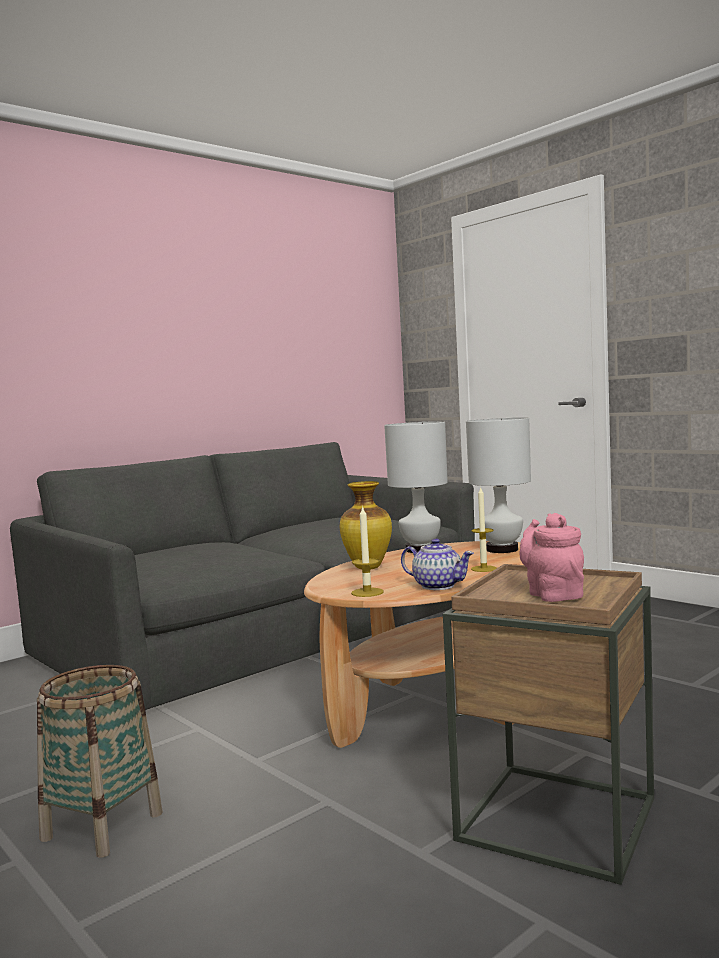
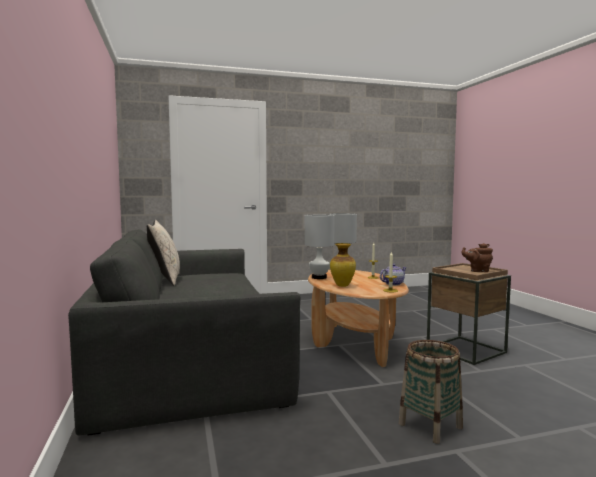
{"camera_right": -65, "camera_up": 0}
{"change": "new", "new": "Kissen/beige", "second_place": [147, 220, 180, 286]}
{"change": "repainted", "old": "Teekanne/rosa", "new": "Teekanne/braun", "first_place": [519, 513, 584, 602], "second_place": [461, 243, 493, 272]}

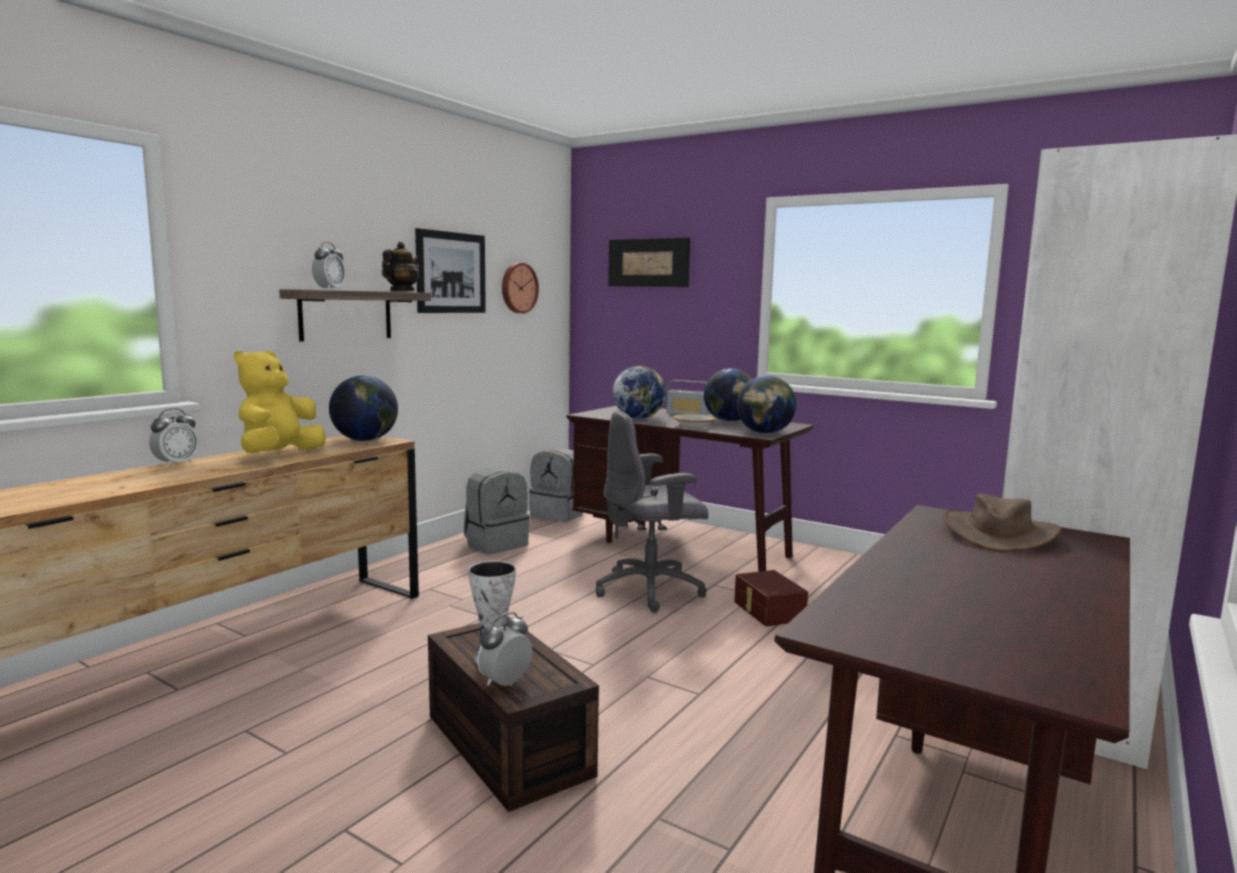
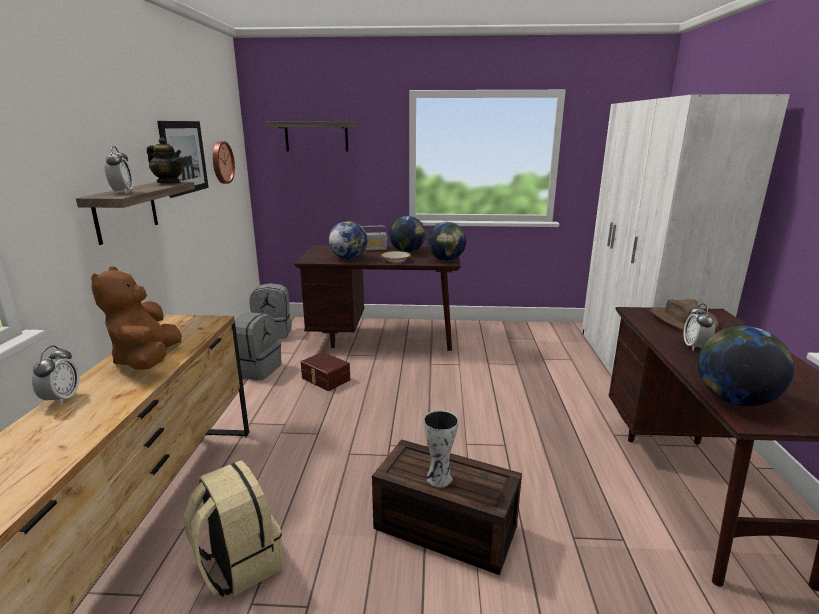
{"camera_right": -30, "camera_up": 10}
{"change": "repainted", "old": "Plüschtier/gelb", "new": "Plüschtier/braun", "first_place": [234, 350, 326, 453], "second_place": [91, 266, 182, 370]}
{"change": "rotated", "old": "Teekanne", "first_place": [382, 242, 420, 292], "second_place": [147, 137, 183, 183], "degrees": 120}
{"change": "new", "new": "Rucksack/beige", "second_place": [184, 460, 282, 597]}
{"change": "swapped", "old": "Bild", "new": "Wandregal", "first_place": [608, 238, 690, 287], "second_place": [266, 122, 358, 152]}
{"change": "shifted", "old": "Aufbewahrungsbox/braun", "first_place": [734, 570, 808, 626], "second_place": [301, 352, 350, 391]}
{"change": "shifted", "old": "Wecker", "first_place": [477, 612, 532, 686], "second_place": [684, 303, 715, 351]}
{"change": "shifted", "old": "Globus", "first_place": [329, 376, 398, 441], "second_place": [698, 326, 794, 406]}
{"change": "gone", "old": "Bürostuhl/grau", "first_place": [596, 410, 708, 613]}

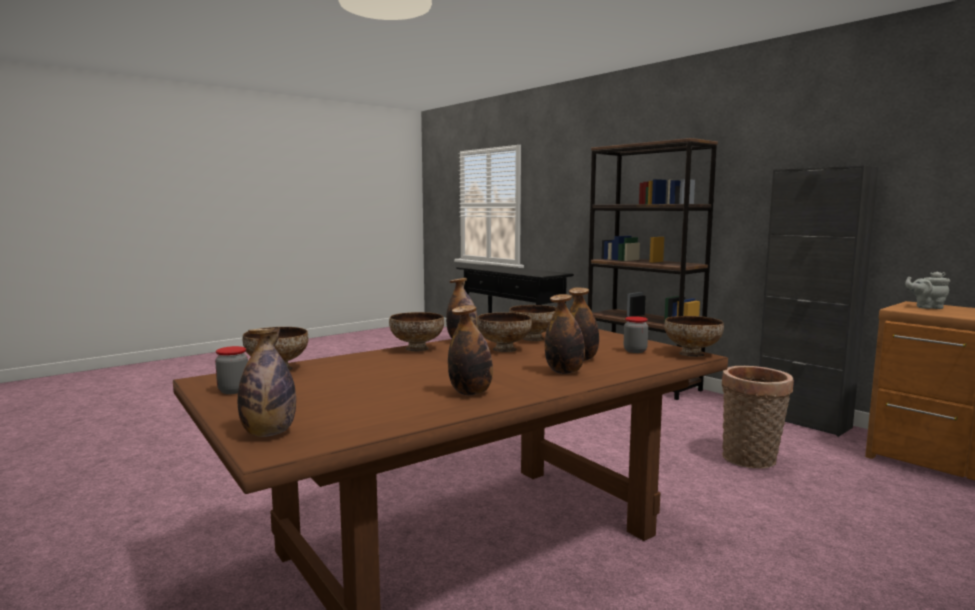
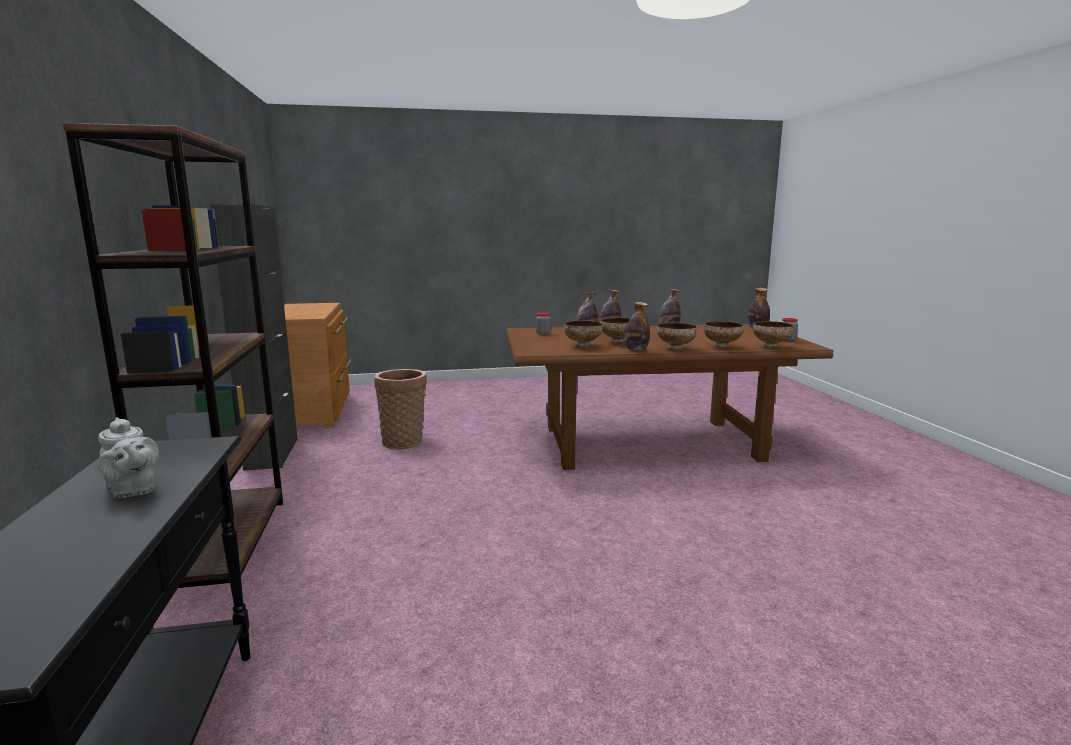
{"camera_right": -150, "camera_up": 5}
{"change": "shifted", "old": "Teekanne/grau", "first_place": [905, 272, 950, 309], "second_place": [98, 417, 159, 498]}
{"change": "shifted", "old": "Schüssel", "first_place": [664, 316, 724, 357], "second_place": [703, 321, 744, 349]}

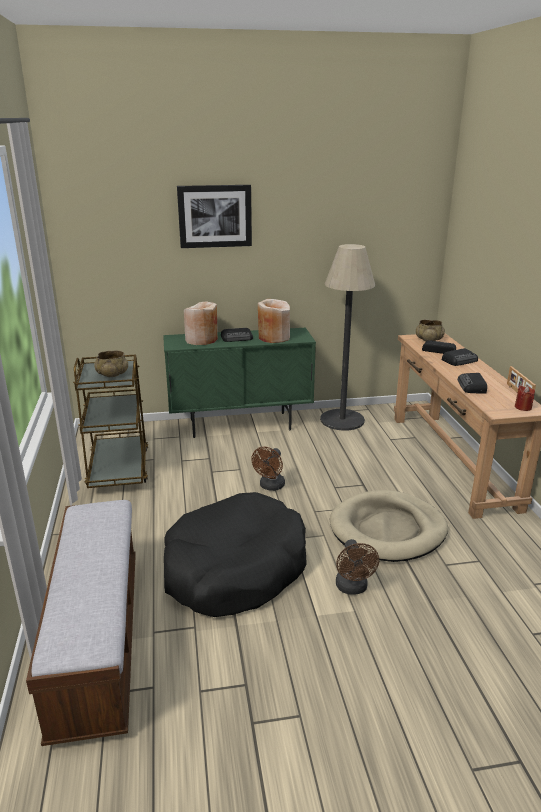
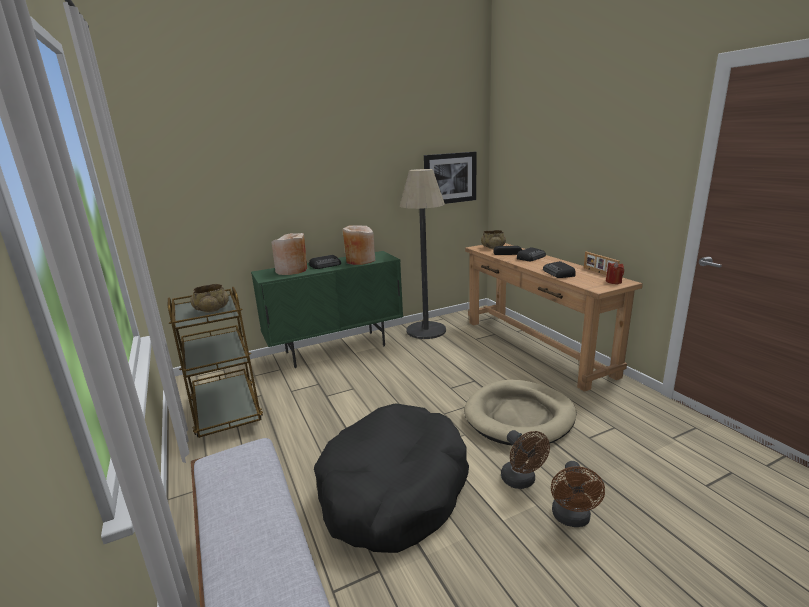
{"camera_right": -15, "camera_up": -5}
{"change": "shifted", "old": "Bild", "first_place": [177, 185, 252, 248], "second_place": [424, 152, 477, 204]}
{"change": "shifted", "old": "Ventilator/braun", "first_place": [251, 447, 285, 491], "second_place": [551, 461, 605, 527]}

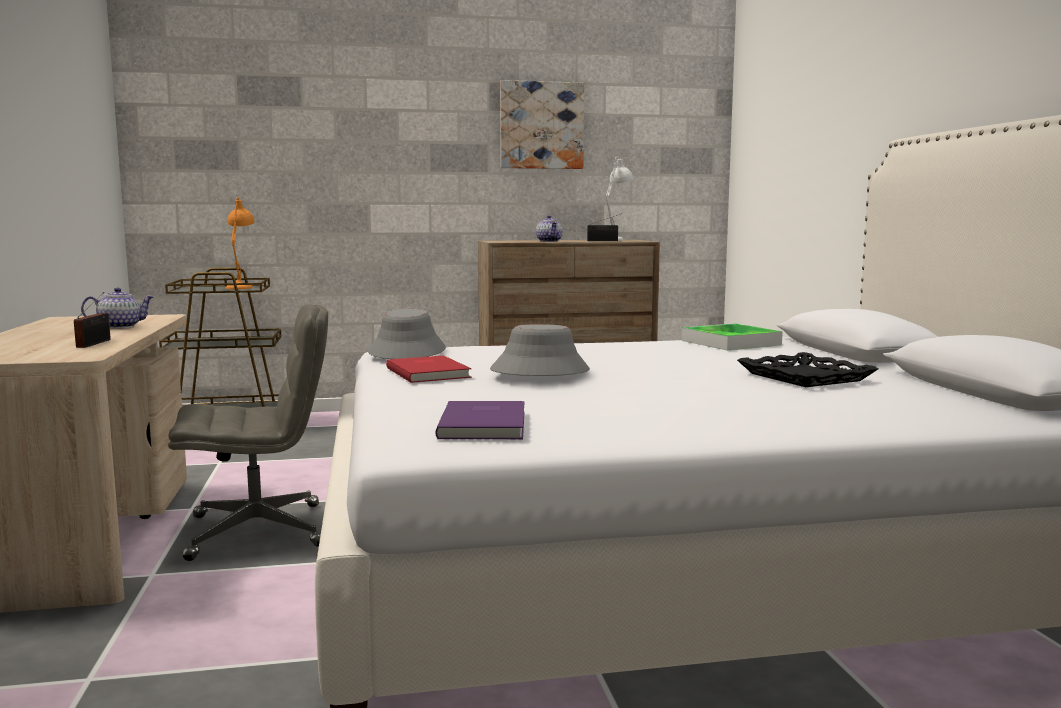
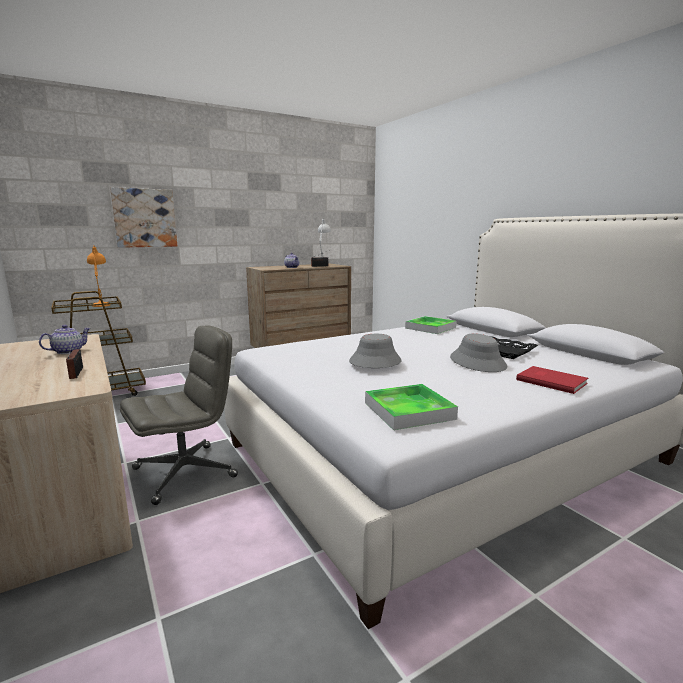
{"camera_right": -20, "camera_up": 5}
{"change": "shifted", "old": "Bild", "first_place": [500, 80, 584, 169], "second_place": [110, 187, 177, 248]}
{"change": "swapped", "old": "Buch/lila", "new": "Tablett", "first_place": [435, 401, 525, 439], "second_place": [365, 384, 458, 430]}
{"change": "shifted", "old": "Hut/grau", "first_place": [368, 309, 446, 359], "second_place": [450, 333, 507, 372]}
{"change": "shifted", "old": "Buch/rot", "first_place": [386, 355, 471, 383], "second_place": [516, 366, 588, 394]}

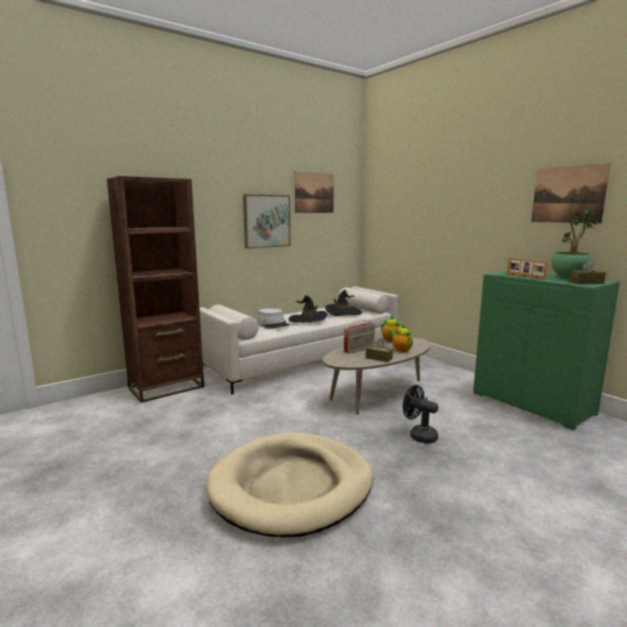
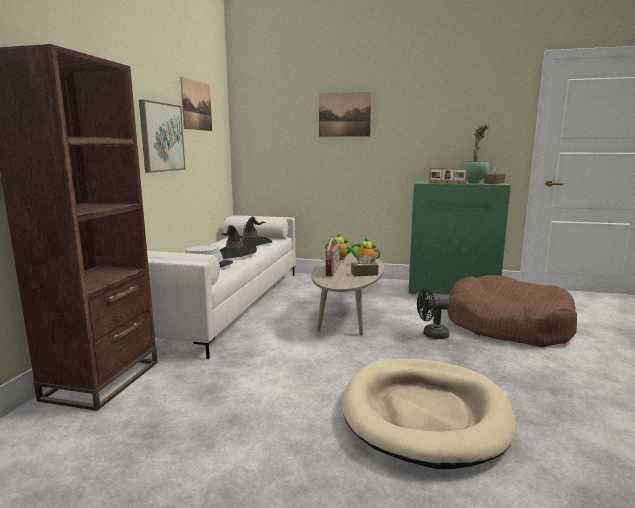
{"camera_right": -40, "camera_up": 0}
{"change": "shifted", "old": "Bild", "first_place": [531, 163, 611, 223], "second_place": [319, 92, 371, 137]}
{"change": "new", "new": "Hundebett/braun", "second_place": [447, 275, 577, 347]}

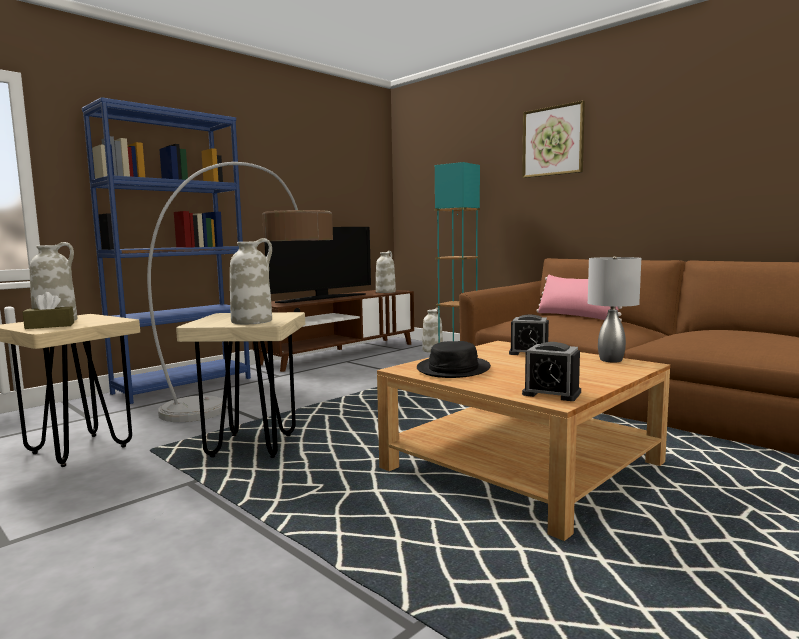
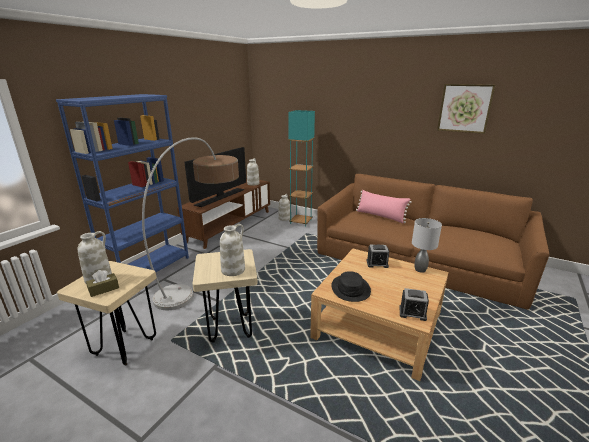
{"camera_right": -15, "camera_up": 15}
{"change": "shifted", "old": "Bild", "first_place": [522, 101, 585, 178], "second_place": [437, 84, 495, 134]}

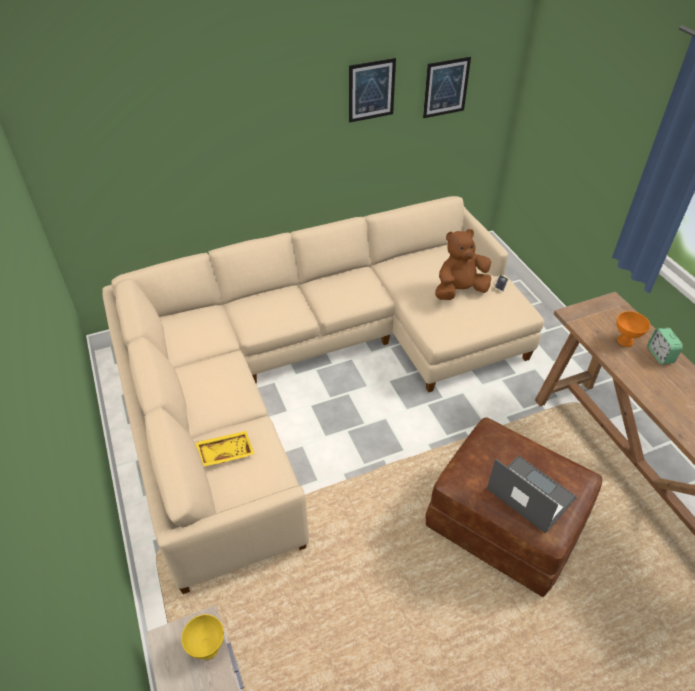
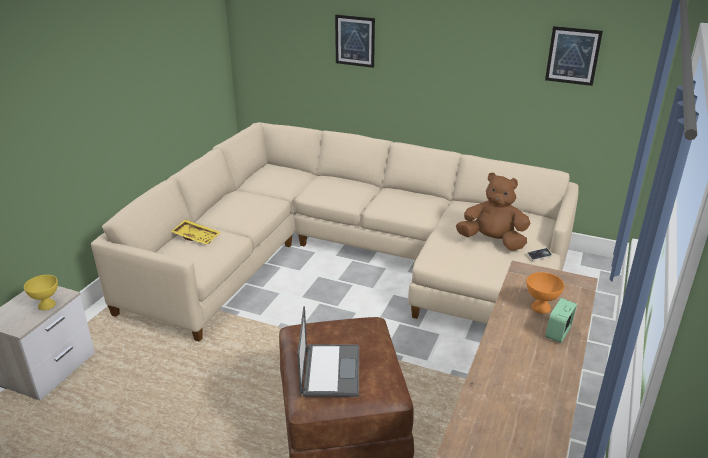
{"camera_right": 45, "camera_up": -15}
{"change": "shifted", "old": "Bild", "first_place": [349, 58, 396, 123], "second_place": [335, 15, 375, 68]}

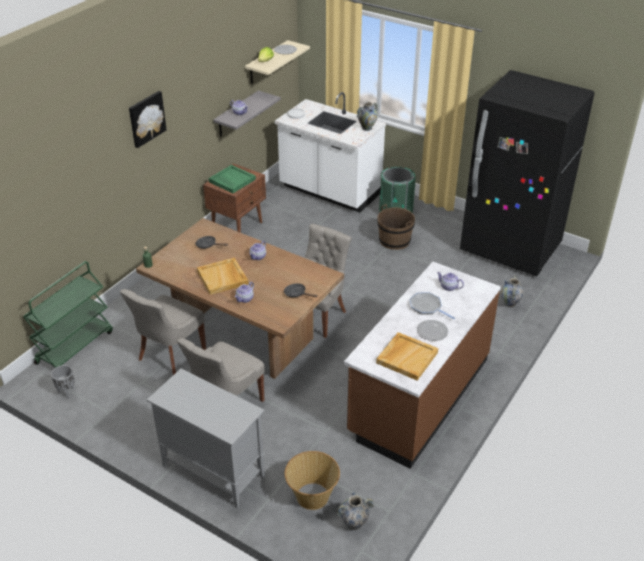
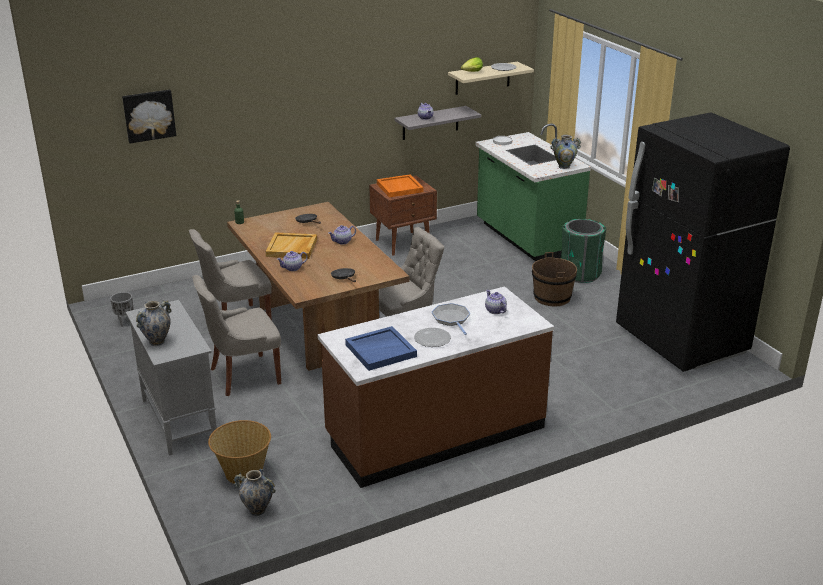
{"camera_right": 30, "camera_up": -10}
{"change": "shifted", "old": "Bild", "first_place": [129, 91, 167, 148], "second_place": [122, 90, 176, 143]}
{"change": "shifted", "old": "Vase", "first_place": [501, 275, 524, 308], "second_place": [136, 300, 172, 346]}
{"change": "repainted", "old": "Tablett/beige", "new": "Tablett/blau", "first_place": [376, 332, 438, 381], "second_place": [345, 326, 417, 371]}
{"change": "repainted", "old": "Tablett/grün", "new": "Tablett/orange", "first_place": [209, 165, 256, 193], "second_place": [377, 174, 424, 197]}
{"change": "repainted", "old": "Küchenzeile/weiß", "new": "Küchenzeile/grün", "first_place": [275, 92, 386, 213], "second_place": [475, 123, 591, 261]}
{"change": "gone", "old": "Rollwagen/grün", "first_place": [23, 261, 113, 368]}

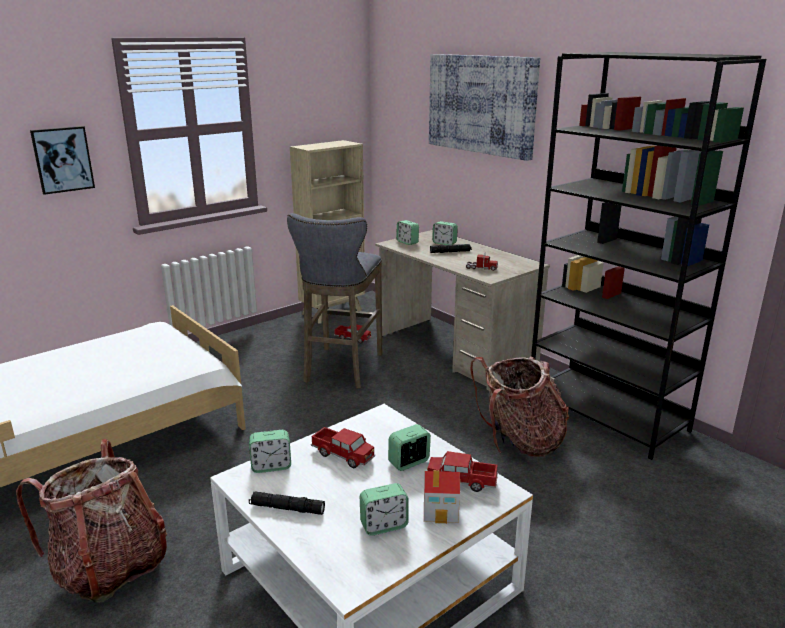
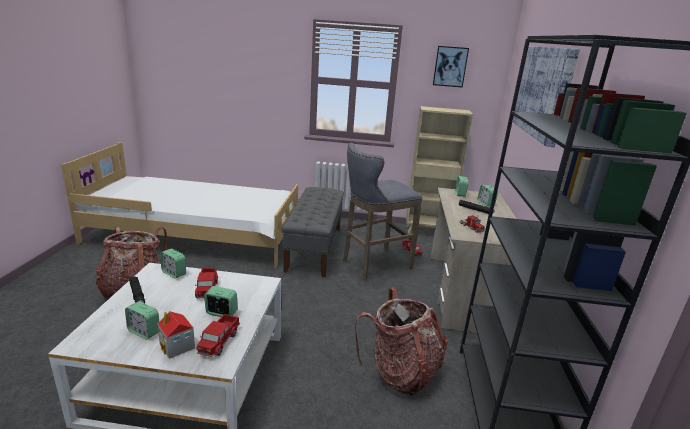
{"camera_right": 45, "camera_up": 0}
{"change": "rotated", "old": "Spielzeuglaster", "first_place": [427, 451, 498, 492], "second_place": [196, 314, 240, 357], "degrees": -135}
{"change": "new", "new": "Bank/grau", "second_place": [282, 187, 344, 277]}
{"change": "shifted", "old": "Bild", "first_place": [30, 126, 95, 195], "second_place": [433, 46, 469, 88]}

